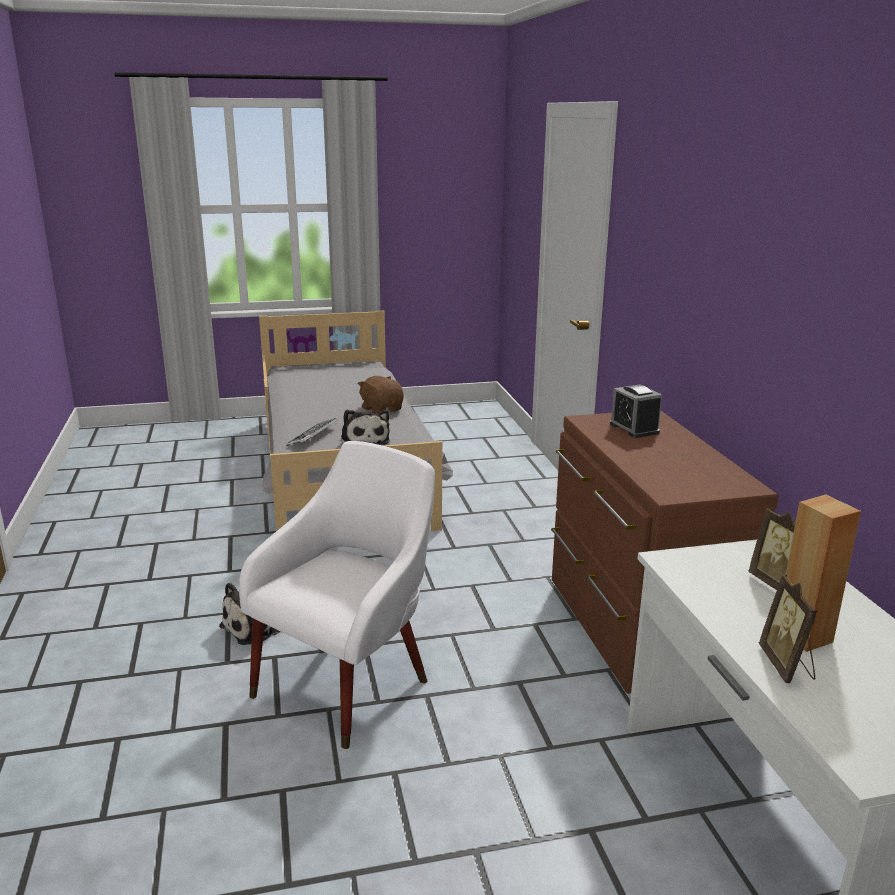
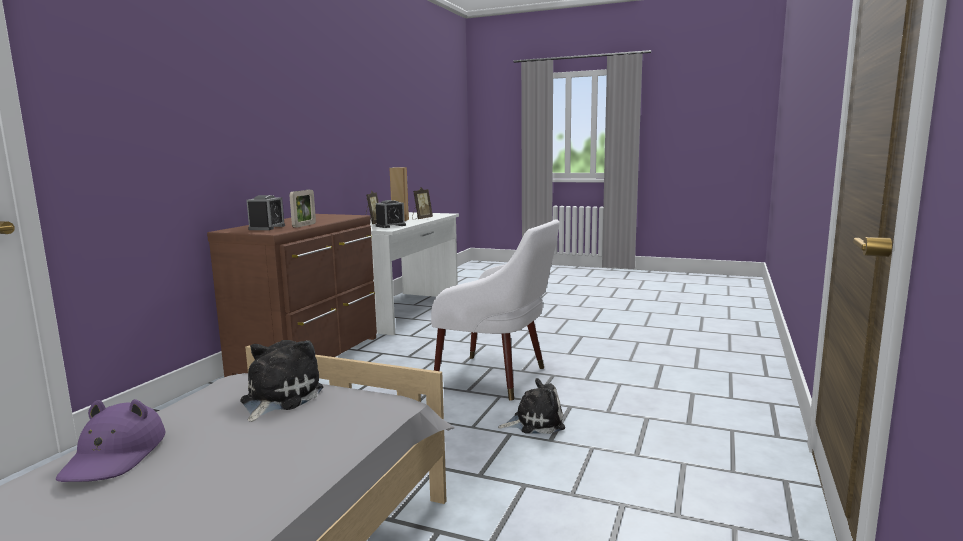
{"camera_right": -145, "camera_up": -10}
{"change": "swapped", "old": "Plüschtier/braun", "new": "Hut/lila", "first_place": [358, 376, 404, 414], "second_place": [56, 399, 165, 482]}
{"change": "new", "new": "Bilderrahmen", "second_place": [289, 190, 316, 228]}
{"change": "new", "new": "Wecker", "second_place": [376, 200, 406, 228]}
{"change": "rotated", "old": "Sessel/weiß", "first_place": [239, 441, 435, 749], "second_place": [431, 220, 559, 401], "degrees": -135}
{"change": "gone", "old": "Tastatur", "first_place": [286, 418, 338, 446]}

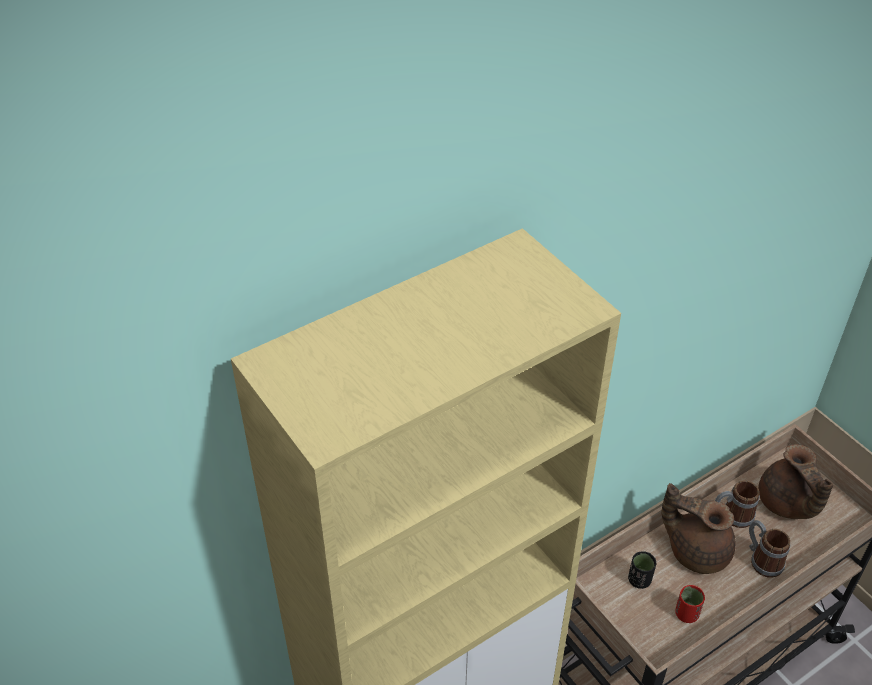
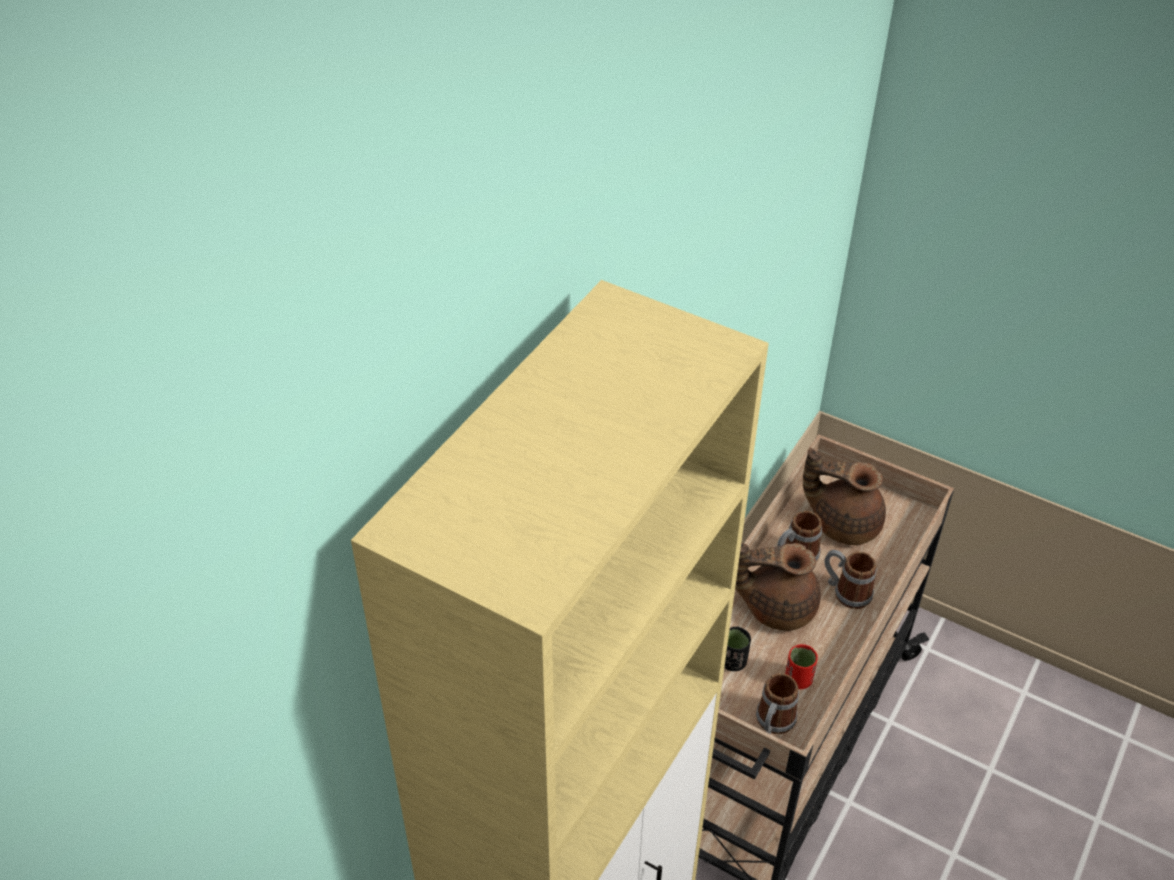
{"camera_right": -25, "camera_up": 0}
{"change": "new", "new": "Henkelbecher", "second_place": [756, 673, 799, 734]}
{"change": "rotated", "old": "Teekanne/braun", "first_place": [758, 444, 833, 519], "second_place": [803, 448, 886, 545], "degrees": 150}

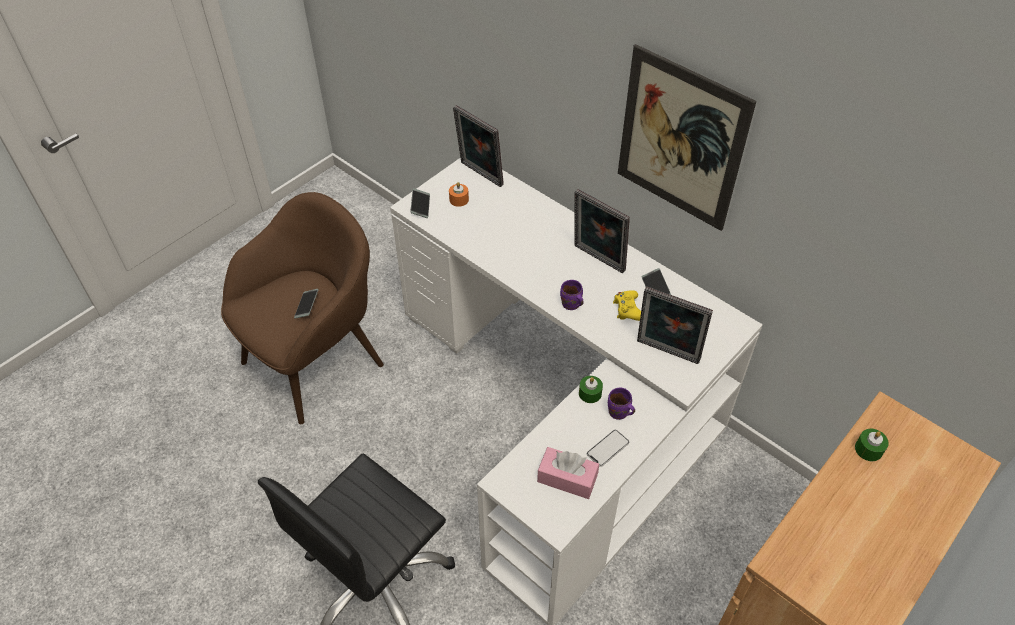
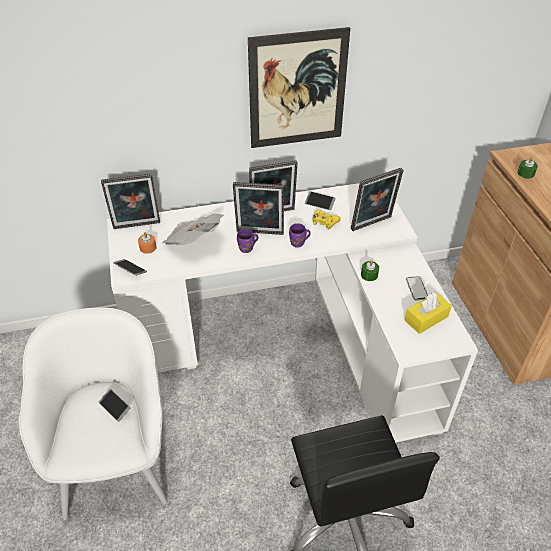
{"camera_right": -55, "camera_up": -5}
{"change": "repainted", "old": "Sessel/braun", "new": "Sessel/weiß", "first_place": [221, 192, 384, 424], "second_place": [19, 308, 168, 520]}
{"change": "new", "new": "Zeitung", "second_place": [162, 214, 224, 245]}
{"change": "new", "new": "Bilderrahmen", "second_place": [233, 182, 284, 235]}
{"change": "shifted", "old": "Henkelbecher/lila", "first_place": [608, 388, 635, 420], "second_place": [237, 229, 258, 253]}
{"change": "repainted", "old": "Taschentuchbox/rosa", "new": "Taschentuchbox/gelb", "first_place": [537, 447, 599, 499], "second_place": [404, 292, 452, 334]}

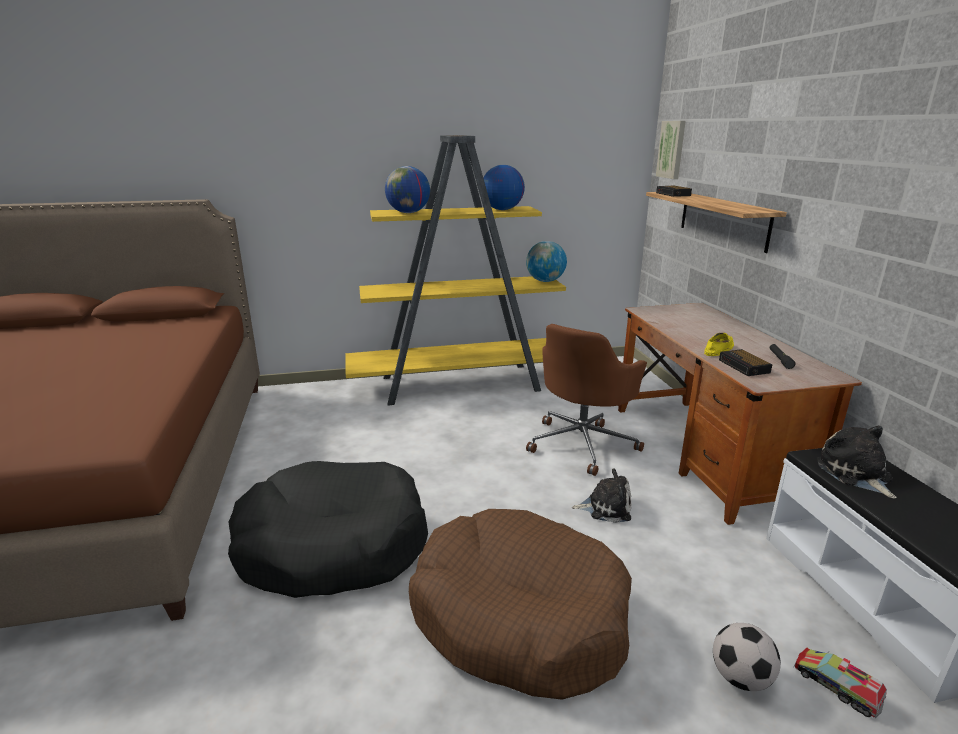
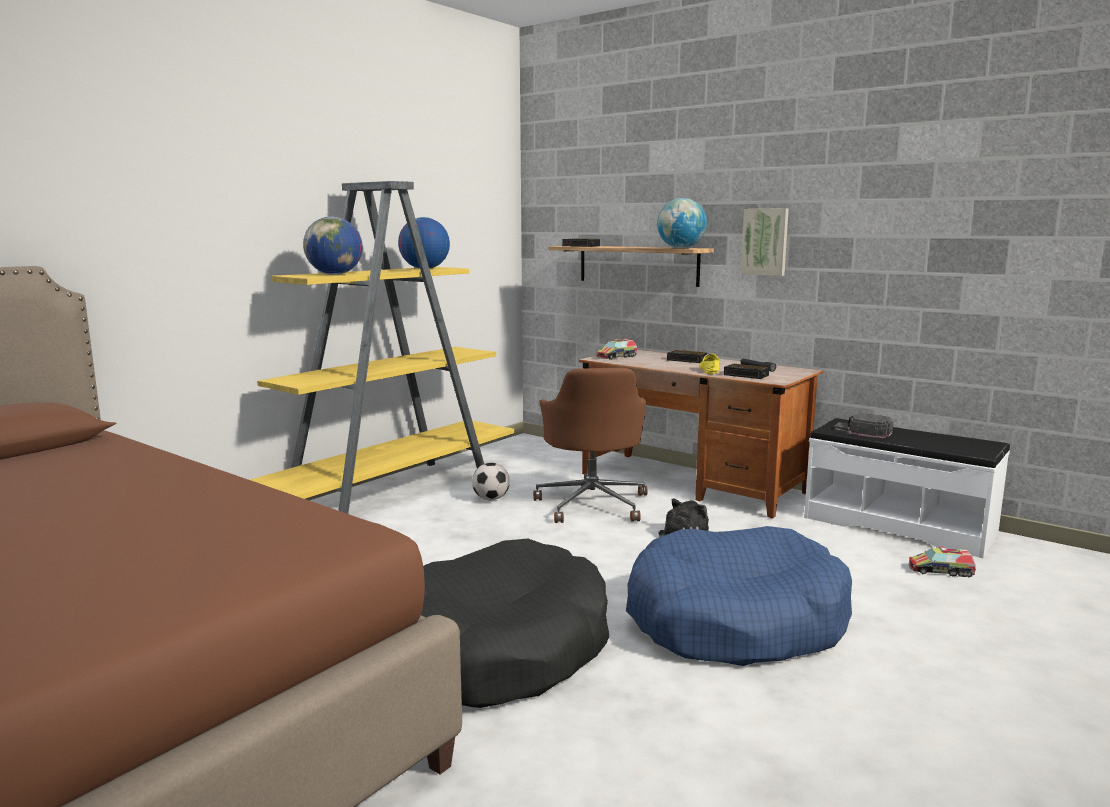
{"camera_right": -40, "camera_up": -10}
{"change": "shifted", "old": "Fußball", "first_place": [713, 623, 781, 691], "second_place": [472, 463, 510, 500]}
{"change": "new", "new": "Spielzeuglaster", "second_place": [596, 339, 637, 360]}
{"change": "repainted", "old": "Hundebett/braun", "new": "Hundebett/blau", "first_place": [409, 509, 632, 700], "second_place": [626, 526, 852, 666]}
{"change": "shifted", "old": "Globus", "first_place": [526, 241, 567, 282], "second_place": [657, 198, 707, 248]}
{"change": "new", "new": "Wecker", "second_place": [667, 350, 707, 363]}
{"change": "shifted", "old": "Bild", "first_place": [656, 121, 686, 179], "second_place": [741, 208, 789, 276]}
{"change": "swapped", "old": "Plüschtier", "new": "Kappe/schwarz", "first_place": [817, 425, 897, 499], "second_place": [834, 413, 893, 438]}

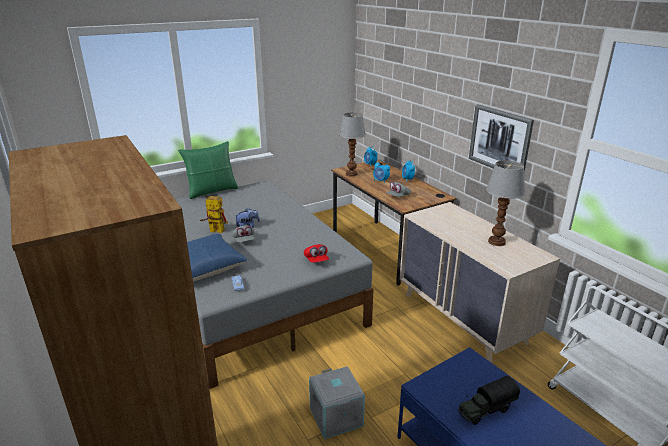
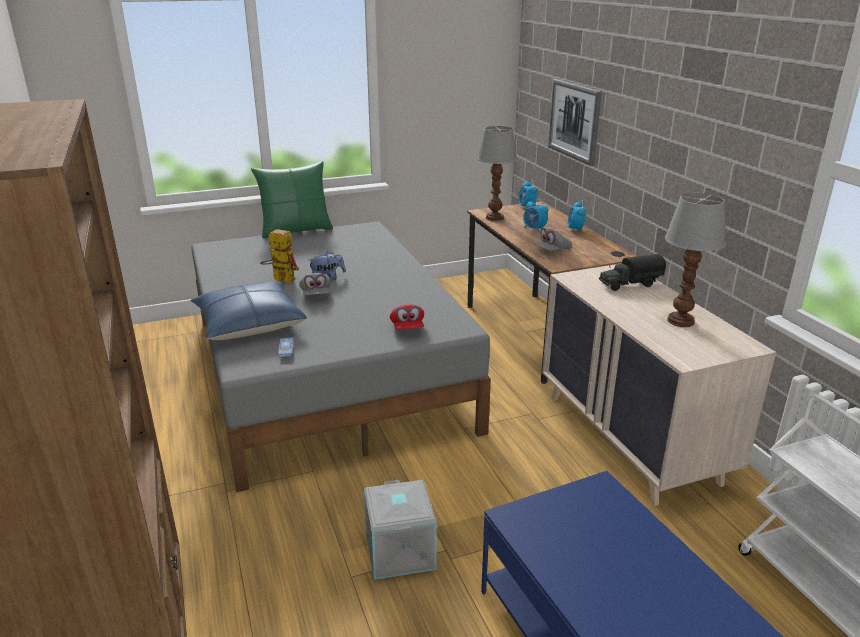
{"camera_right": 10, "camera_up": 0}
{"change": "shifted", "old": "Bild", "first_place": [469, 104, 534, 172], "second_place": [548, 79, 602, 166]}
{"change": "shifted", "old": "Spielzeuglaster", "first_place": [458, 376, 520, 425], "second_place": [599, 254, 666, 291]}

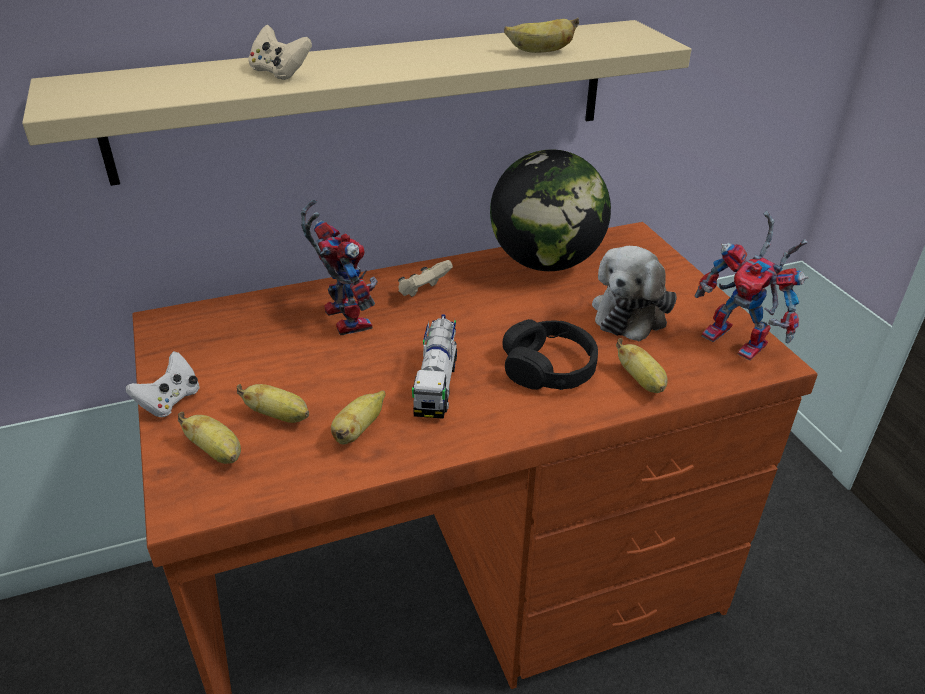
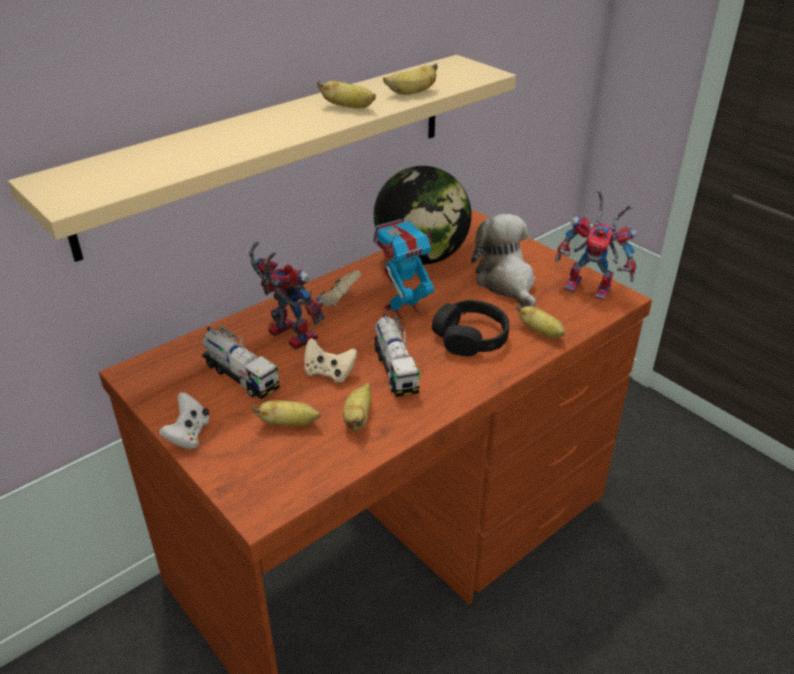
{"camera_right": -20, "camera_up": 0}
{"change": "new", "new": "Spielzeuglaster", "second_place": [202, 325, 280, 399]}
{"change": "shifted", "old": "Gamepad/beige", "first_place": [249, 25, 312, 80], "second_place": [304, 338, 357, 383]}
{"change": "shifted", "old": "Banane", "first_place": [178, 412, 241, 464], "second_place": [317, 80, 376, 109]}
{"change": "new", "new": "Spielzeugroboter", "second_place": [373, 219, 436, 319]}
{"change": "rotated", "old": "Plüschtier", "first_place": [592, 246, 677, 342], "second_place": [471, 214, 536, 307], "degrees": 150}

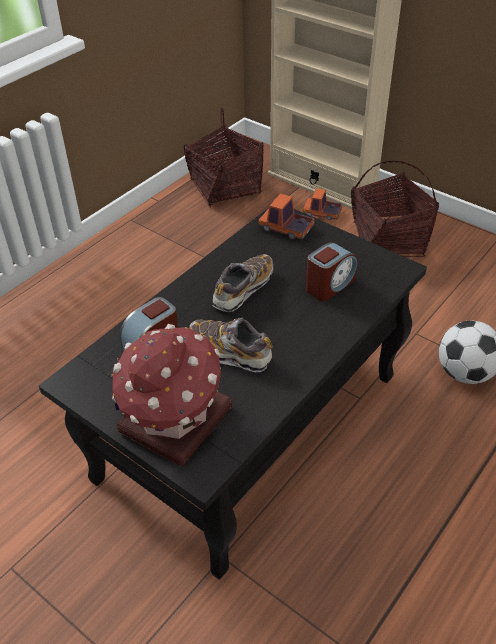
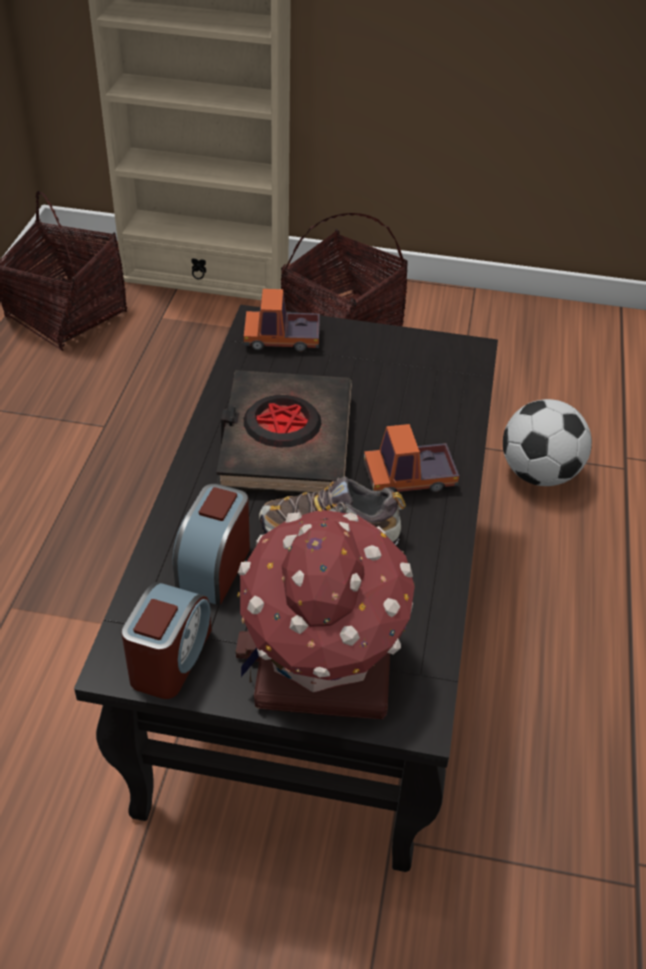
{"camera_right": -30, "camera_up": 0}
{"change": "shifted", "old": "Wecker", "first_place": [306, 242, 358, 301], "second_place": [121, 582, 212, 699]}
{"change": "swapped", "old": "Schuh", "new": "Buch/schwarz", "first_place": [213, 254, 273, 312], "second_place": [217, 370, 352, 494]}
{"change": "shifted", "old": "Spielzeuglaster", "first_place": [303, 188, 342, 220], "second_place": [364, 424, 459, 492]}

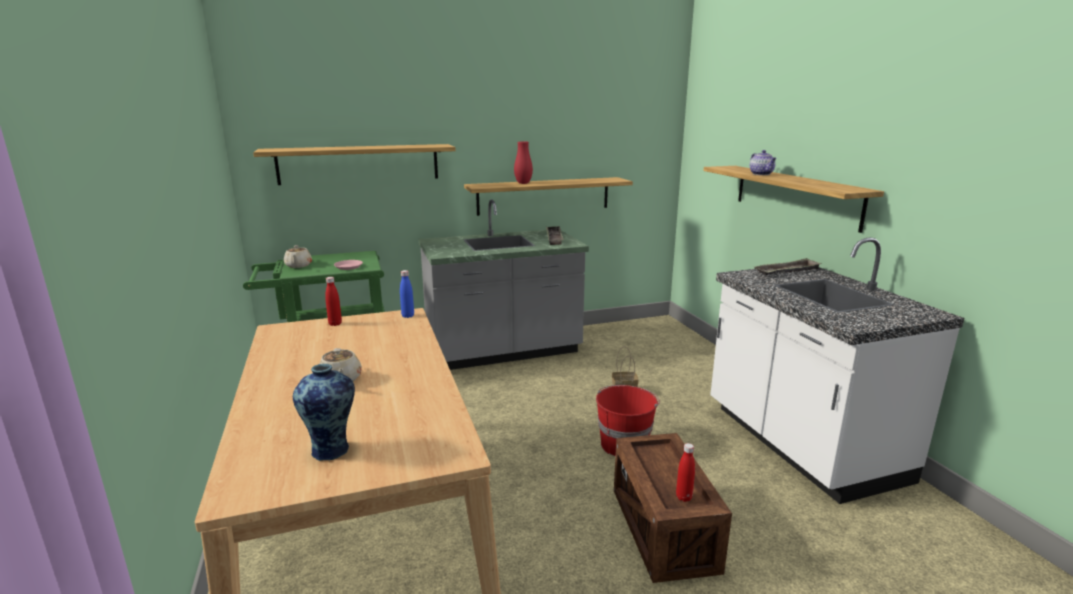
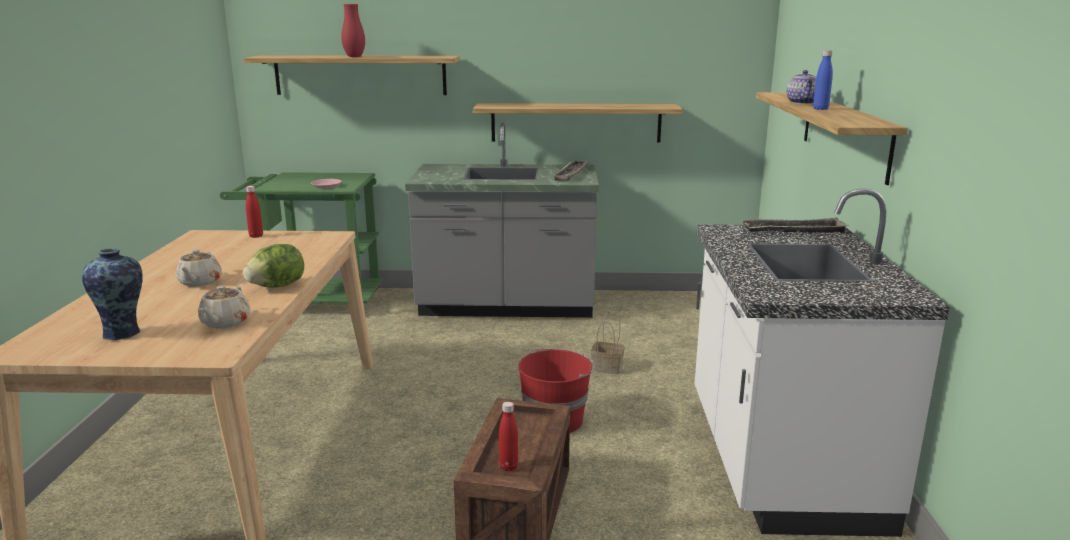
{"camera_right": 20, "camera_up": 0}
{"change": "shifted", "old": "Teekanne/beige", "first_place": [284, 245, 312, 268], "second_place": [198, 285, 251, 328]}
{"change": "new", "new": "Salatkopf", "second_place": [243, 244, 304, 288]}
{"change": "shifted", "old": "Vase/rot", "first_place": [514, 141, 533, 184], "second_place": [341, 4, 365, 57]}
{"change": "shifted", "old": "Flasche/blau", "first_place": [400, 270, 414, 318], "second_place": [813, 50, 833, 110]}

